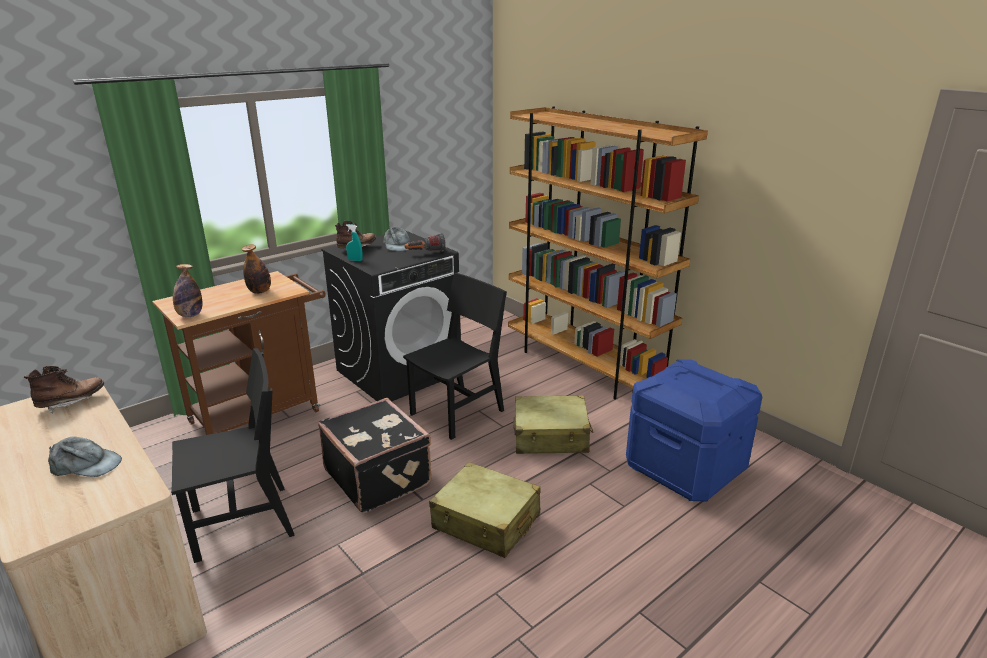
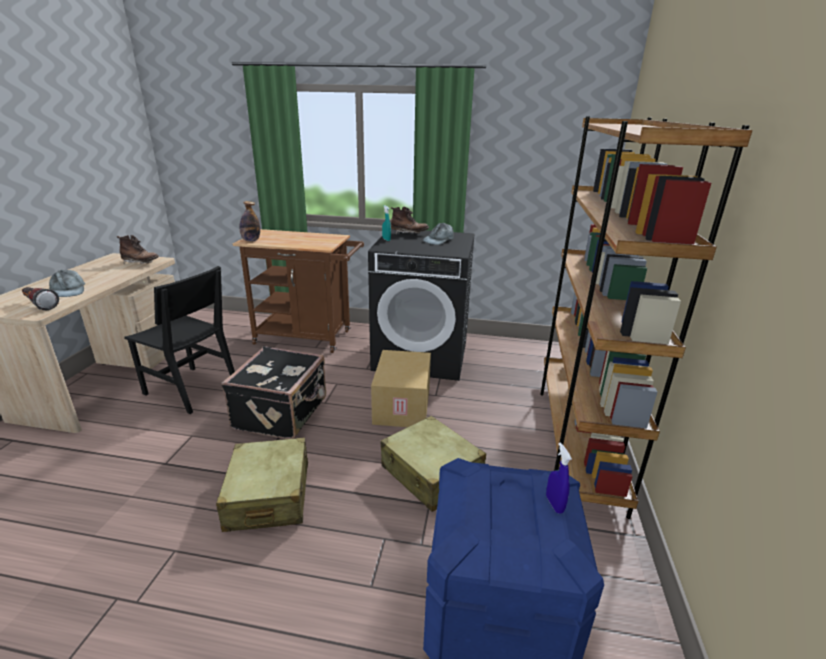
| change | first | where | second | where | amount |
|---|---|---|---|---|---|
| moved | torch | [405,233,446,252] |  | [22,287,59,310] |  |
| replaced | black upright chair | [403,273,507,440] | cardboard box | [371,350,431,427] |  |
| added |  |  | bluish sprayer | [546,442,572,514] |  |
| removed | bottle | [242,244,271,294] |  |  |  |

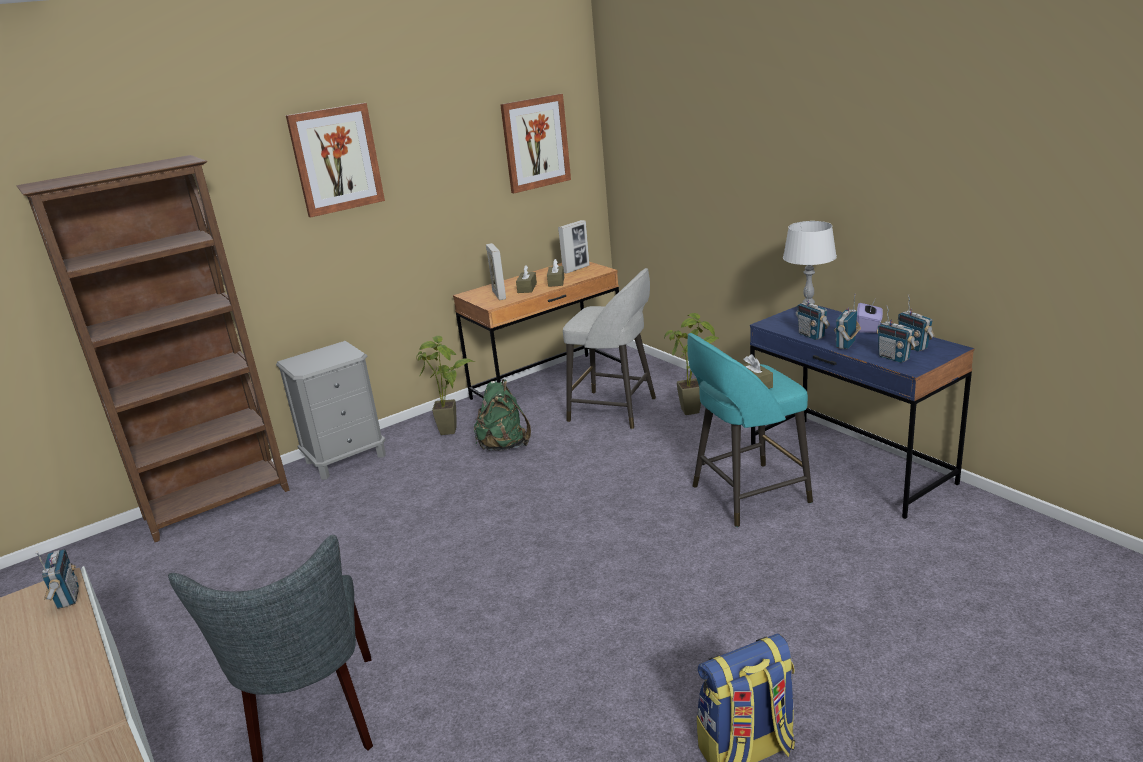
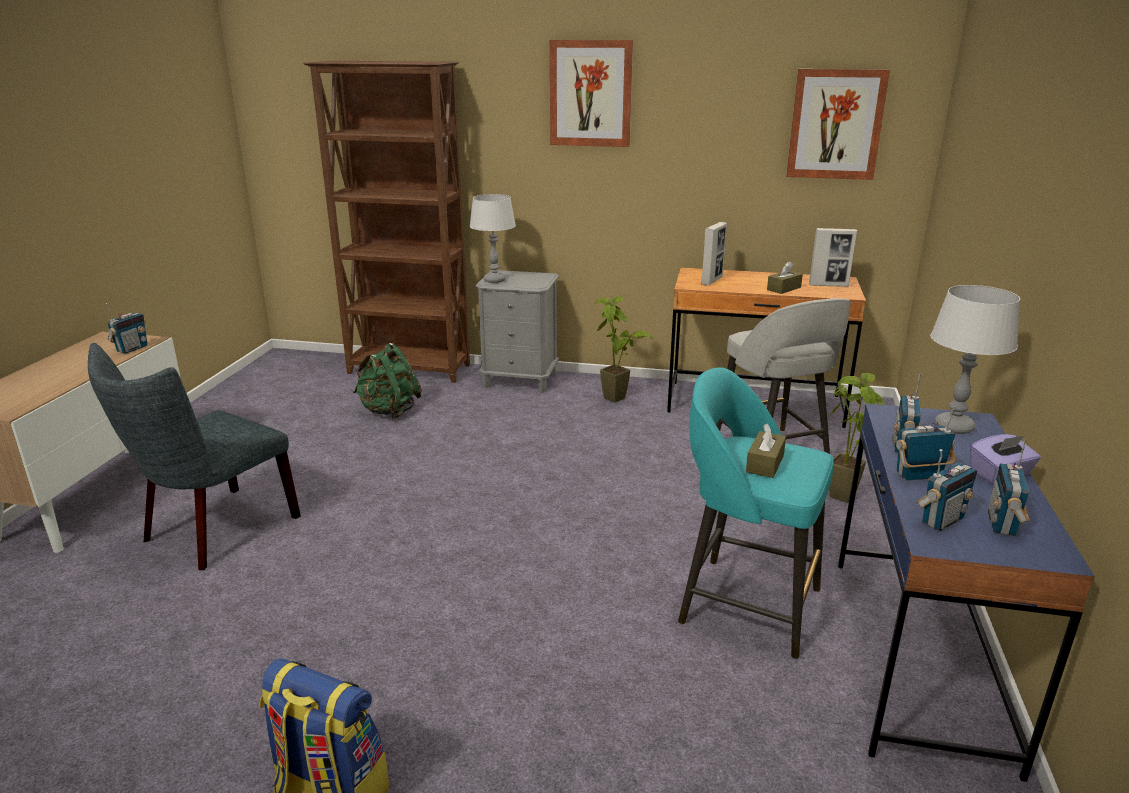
| change | first | where | second | where | amount |
|---|---|---|---|---|---|
| moved | green backpack | [474,379,531,451] |  | [353,343,422,419] |  |
| added |  |  | gray table lamp | [469,194,516,283] |  |
| turned | radio set | [877,305,916,363] |  | [917,449,977,531] | 135 degrees counterclockwise |
| removed | brown-coloured tissue holder | [516,265,537,293] |  |  |  |

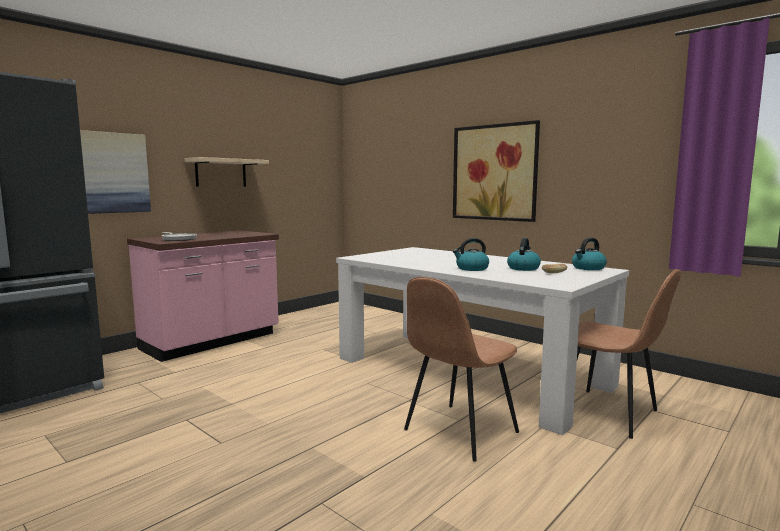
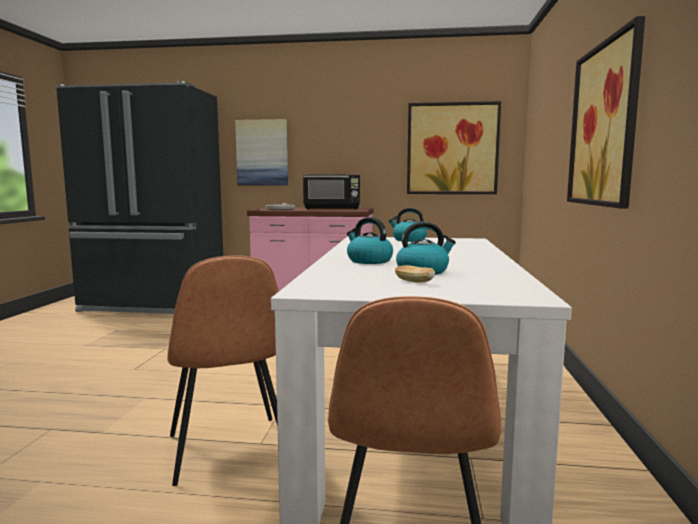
| change | first | where | second | where | amount |
|---|---|---|---|---|---|
| turned | brown-coloured upright chair | [404,277,519,462] |  | [167,256,279,486] | 120 degrees counterclockwise |
| added |  |  | black microwave | [303,174,360,209] |  |
| moved | tea kettle | [572,238,607,270] |  | [389,208,427,242] |  |
| added |  |  | wall picture | [407,101,501,194] |  |
| removed | beige-coloured shelf | [185,157,269,187] |  |  |  |

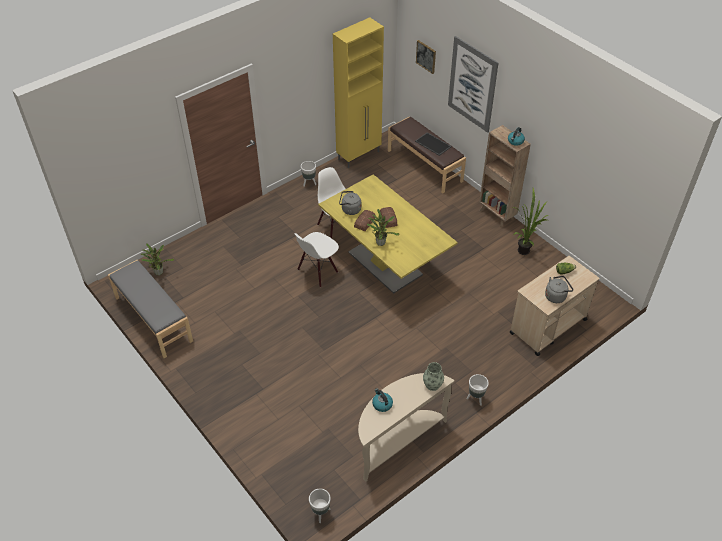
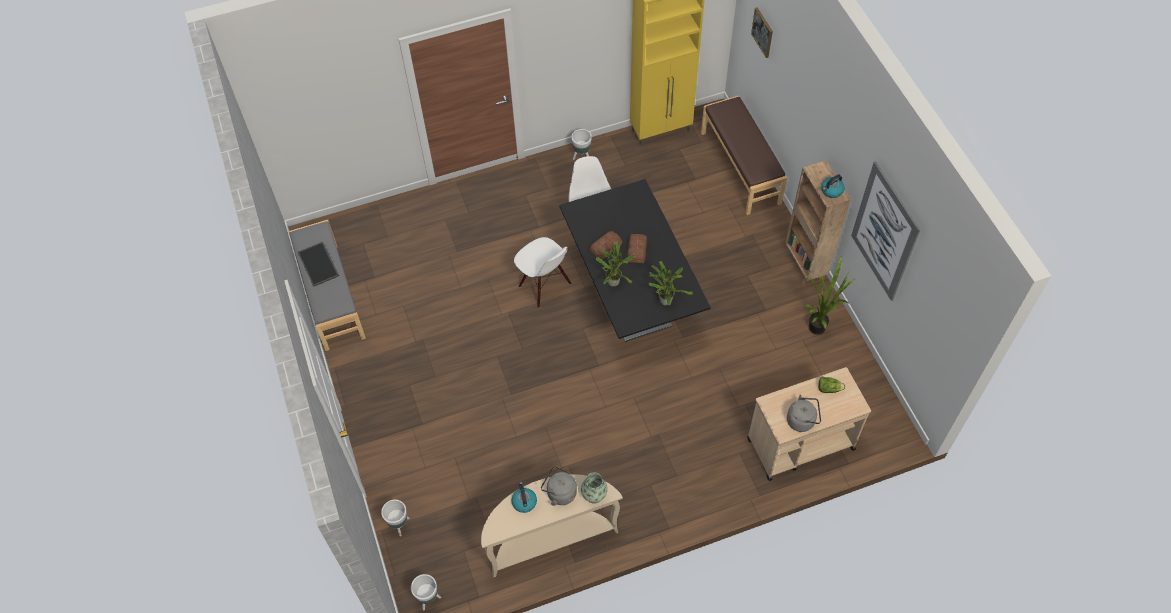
| change | first | where | second | where | amount |
|---|---|---|---|---|---|
| moved | carrying tray | [415,132,452,156] |  | [298,242,339,287] |  |
| moved | white plant pot | [466,374,489,406] |  | [381,499,409,536] |  |
| turned | white upright chair | [294,232,339,287] |  | [514,237,571,308] | 105 degrees counterclockwise |
| moved | gray tea kettle | [339,191,361,215] |  | [541,466,577,506] |  |
| recoloured | yellow-coloured kitchen table | [318,174,458,294] | black kitchen table | [559,179,711,342] |  |
| moved | houseplant | [141,243,174,275] |  | [649,261,693,305] |  |
| moved | wall picture | [448,36,498,133] |  | [851,161,920,301] |  |

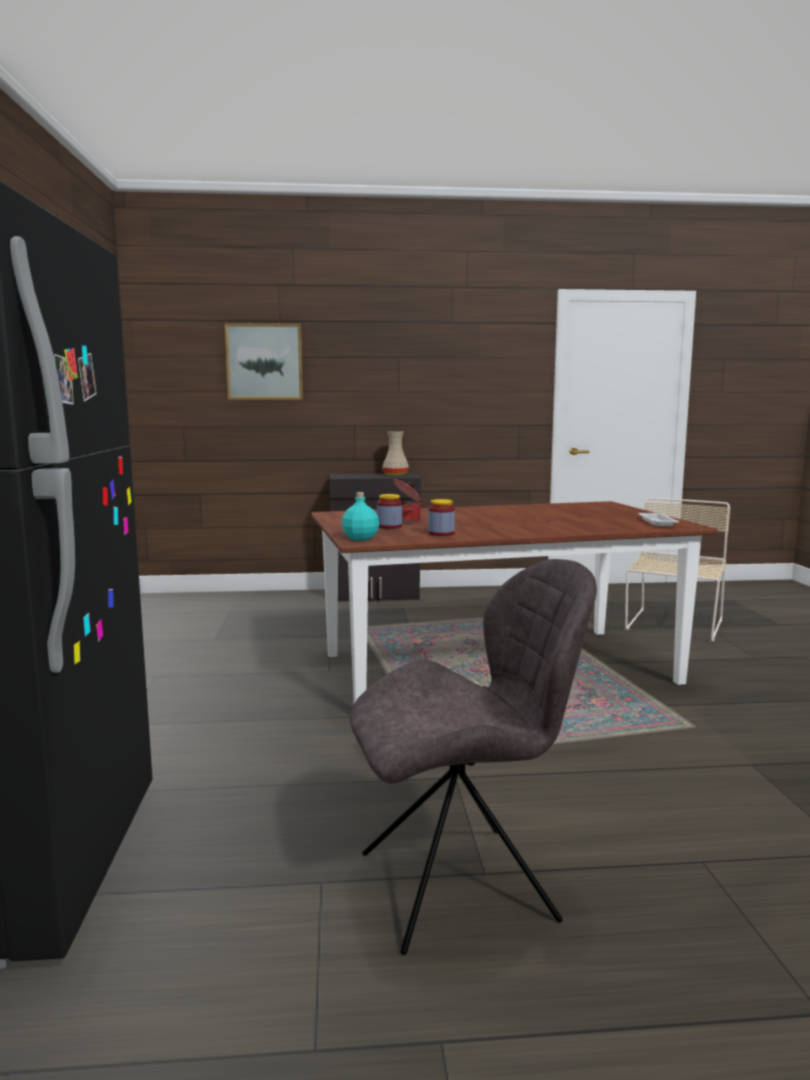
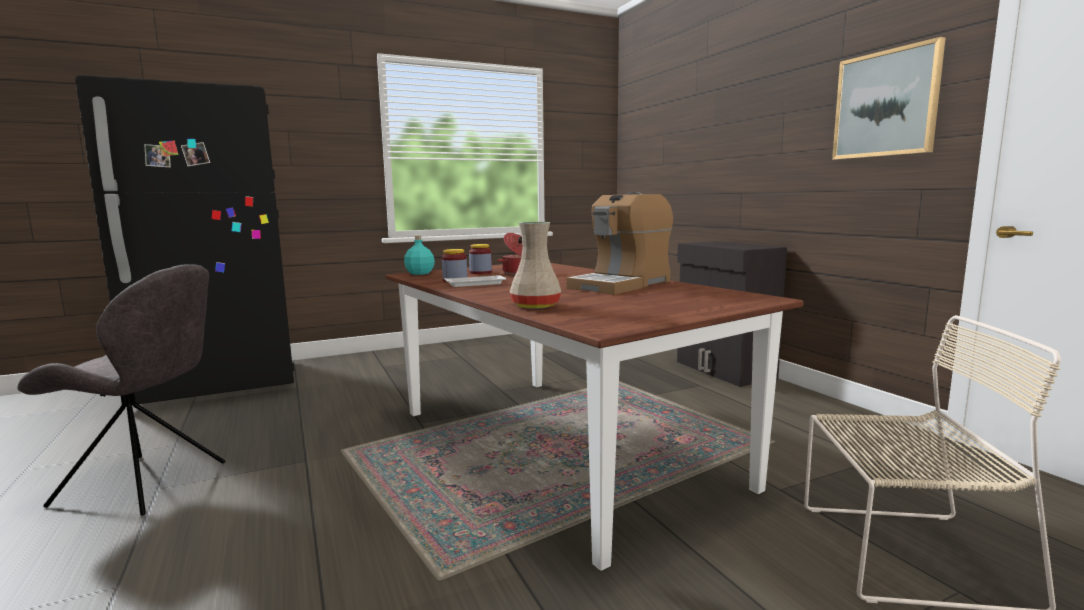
| change | first | where | second | where | amount |
|---|---|---|---|---|---|
| turned | gray upright chair | [350,559,597,955] |  | [17,264,225,516] | 45 degrees counterclockwise |
| moved | white carrying tray | [638,513,679,526] |  | [444,276,506,287] |  |
| moved | beige-coloured decorative vase | [382,431,409,476] |  | [510,222,561,309] |  |
| added |  |  | coffee maker | [566,192,673,295] |  |
| moved | wall picture | [225,323,303,400] |  | [832,37,946,160] |  |

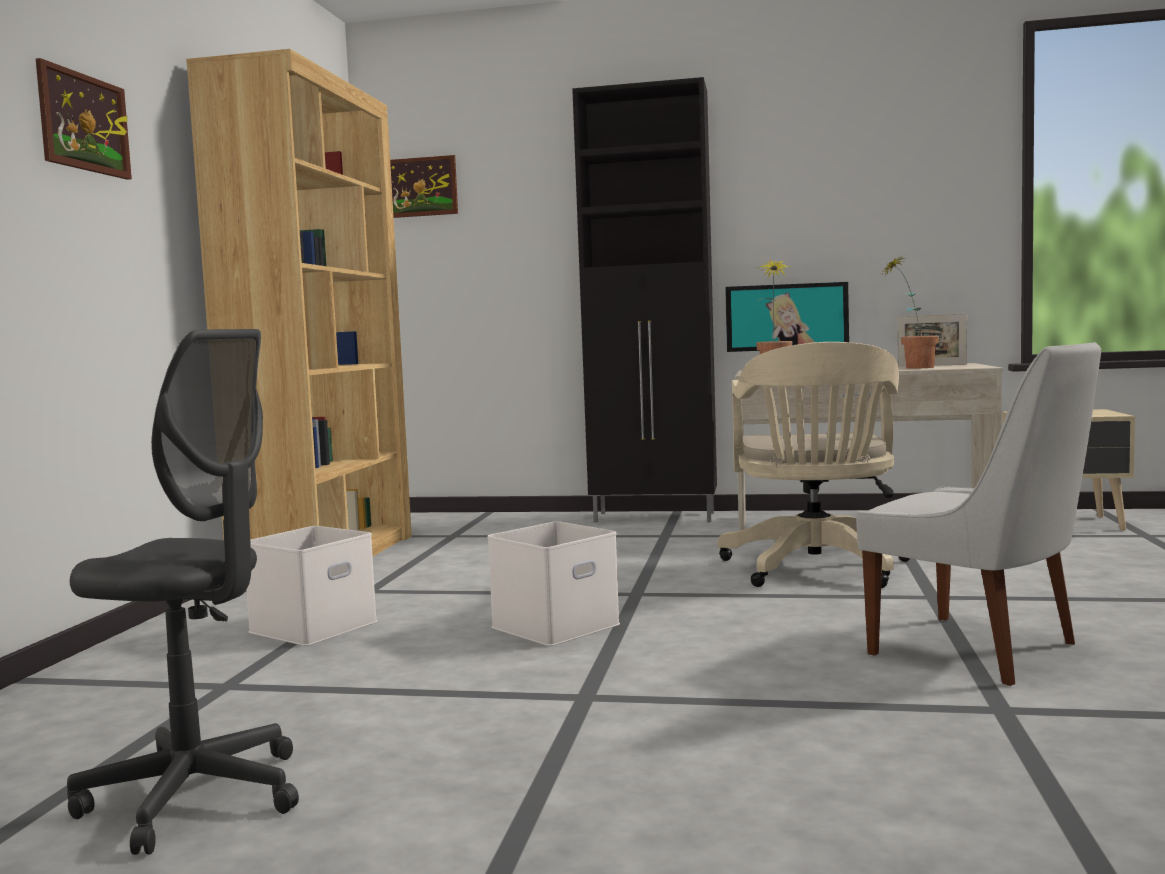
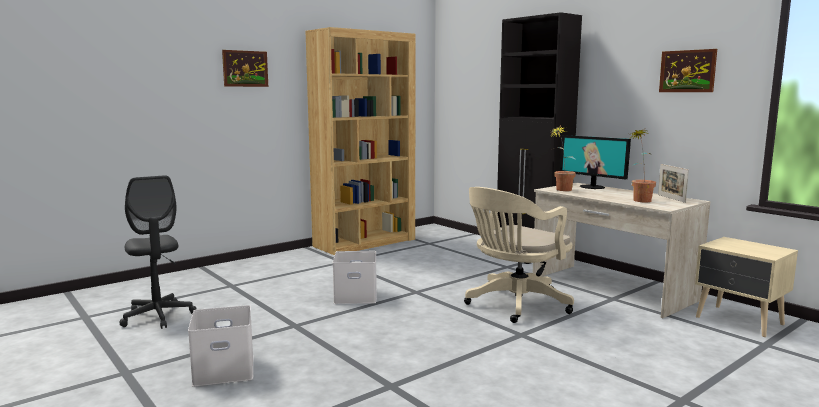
| change | first | where | second | where | amount |
|---|---|---|---|---|---|
| moved | white storage box | [246,526,377,646] |  | [188,305,253,387] |  |
| moved | wall picture | [390,155,458,218] |  | [659,49,717,92] |  |
| removed | white upright chair | [856,342,1101,686] |  |  |  |

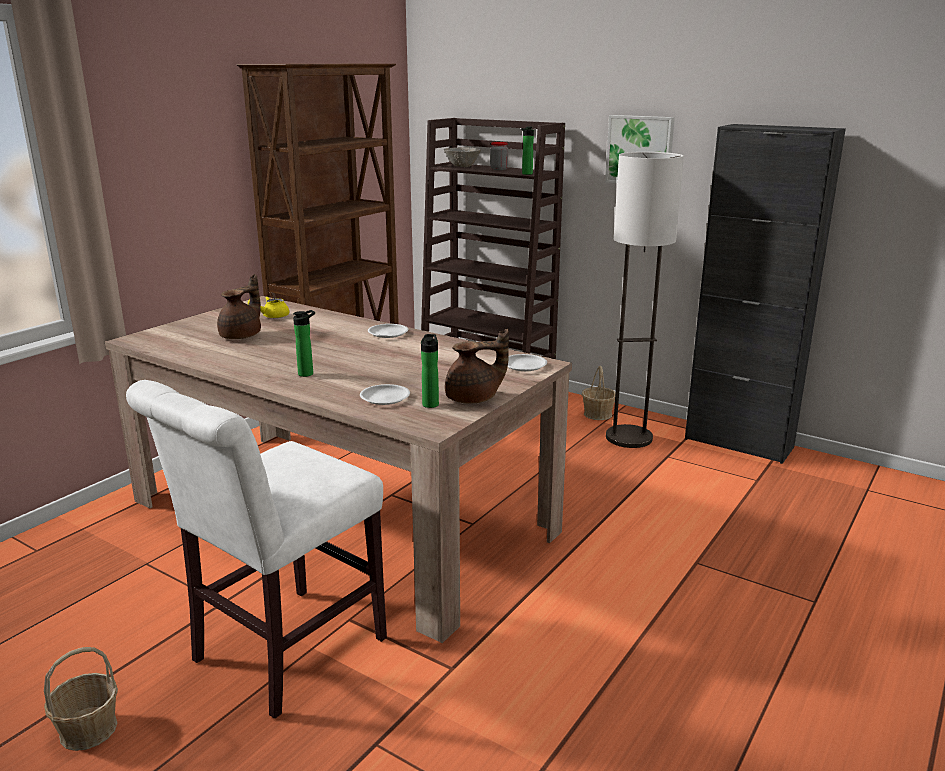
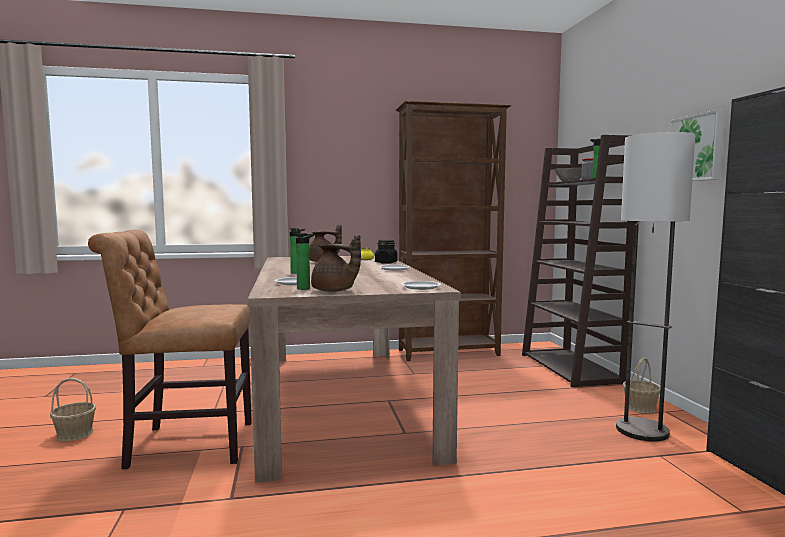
| change | first | where | second | where | amount |
|---|---|---|---|---|---|
| recoloured | white upright chair | [126,380,387,719] | brown-coloured upright chair | [88,230,252,470] |  |
| added |  |  | black preserve jar | [375,240,398,264] |  |

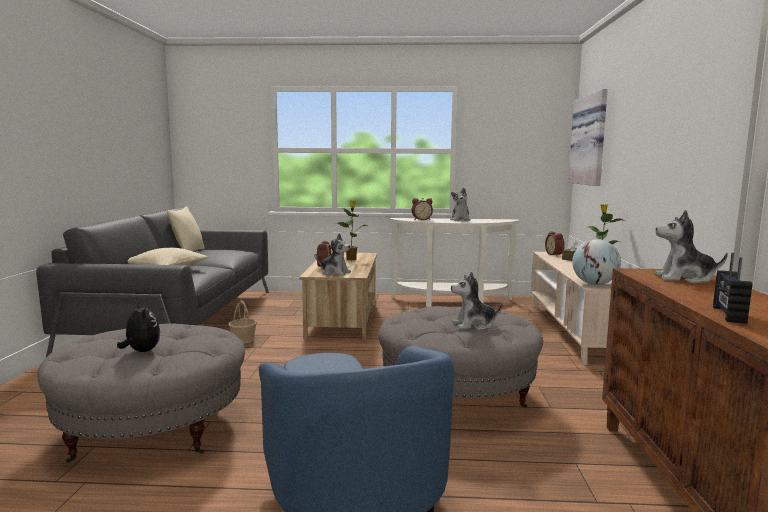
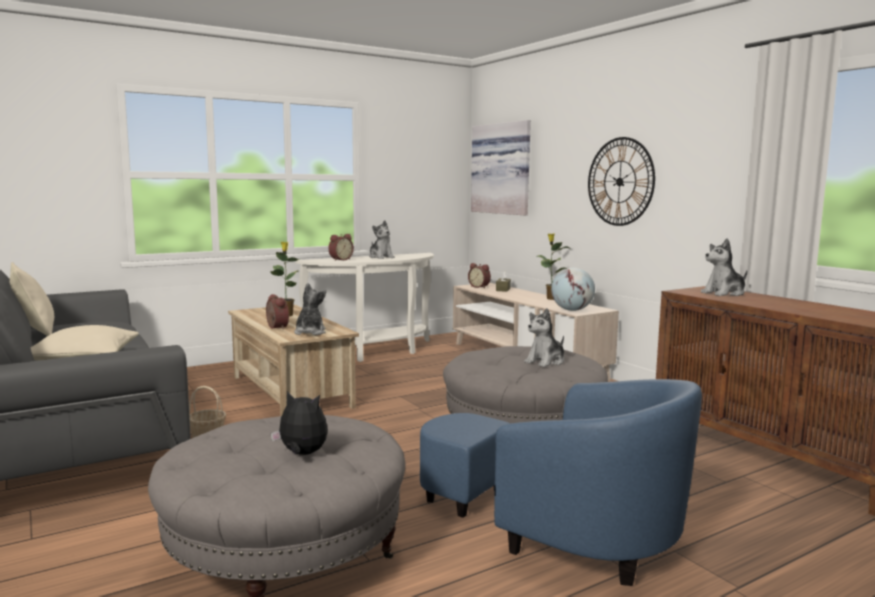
| change | first | where | second | where | amount |
|---|---|---|---|---|---|
| turned | soft toy | [317,233,351,276] |  | [294,283,326,335] | 75 degrees counterclockwise |
| added |  |  | hanging clock | [588,137,655,226] |  |
| removed | radio set | [713,253,752,324] |  |  |  |

